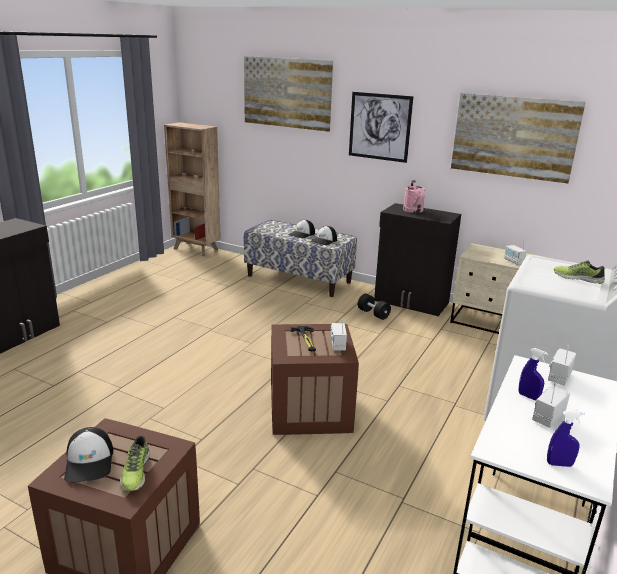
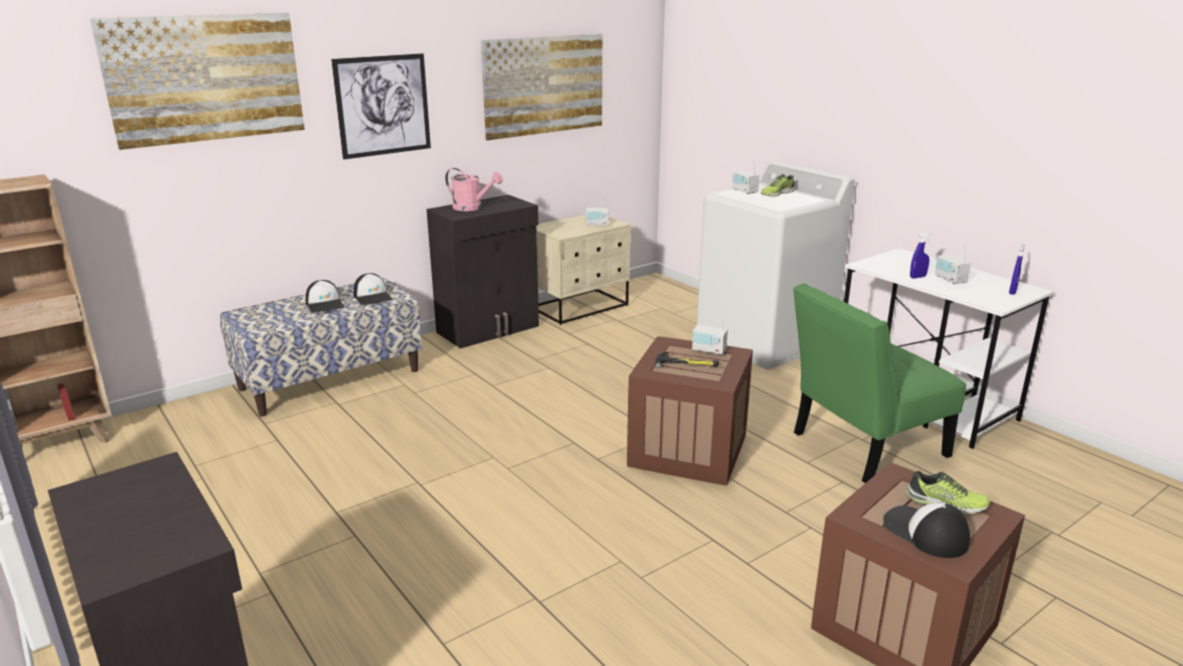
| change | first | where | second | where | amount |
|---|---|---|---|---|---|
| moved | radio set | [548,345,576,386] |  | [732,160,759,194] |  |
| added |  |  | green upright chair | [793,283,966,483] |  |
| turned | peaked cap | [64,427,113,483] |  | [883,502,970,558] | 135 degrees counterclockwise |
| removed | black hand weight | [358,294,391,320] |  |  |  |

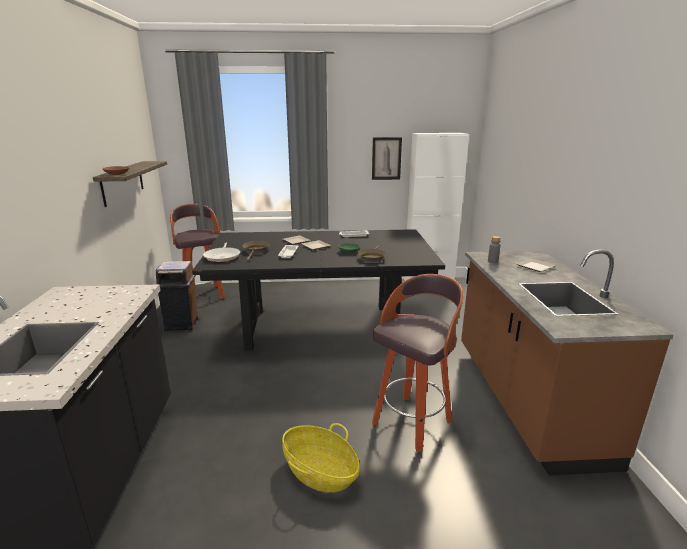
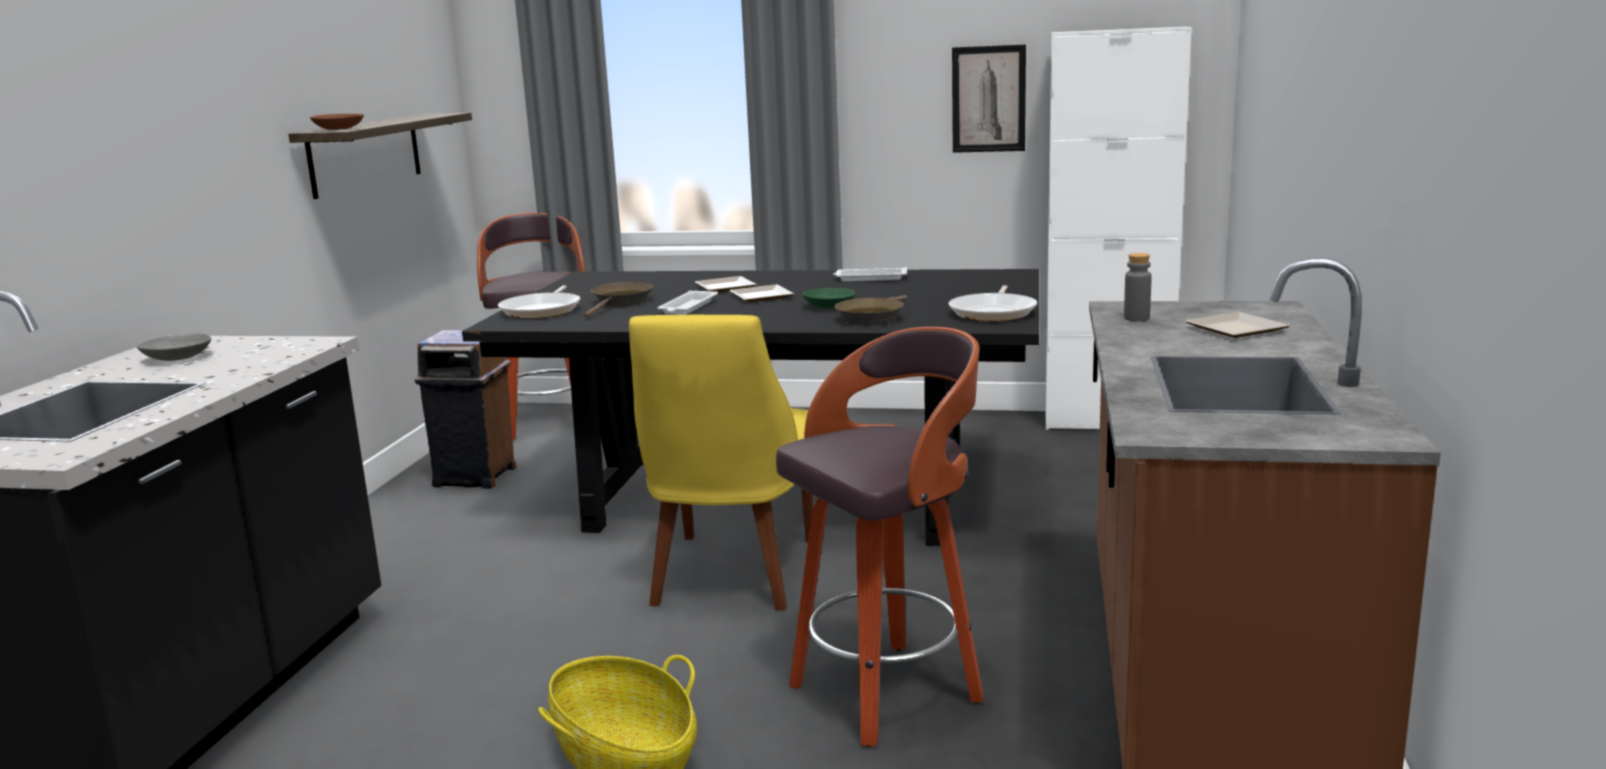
| change | first | where | second | where | amount |
|---|---|---|---|---|---|
| added |  |  | gray bowl | [137,334,211,361] |  |
| added |  |  | yellow-coloured upright chair | [629,315,814,611] |  |
| added |  |  | frying pan | [948,285,1037,321] |  |

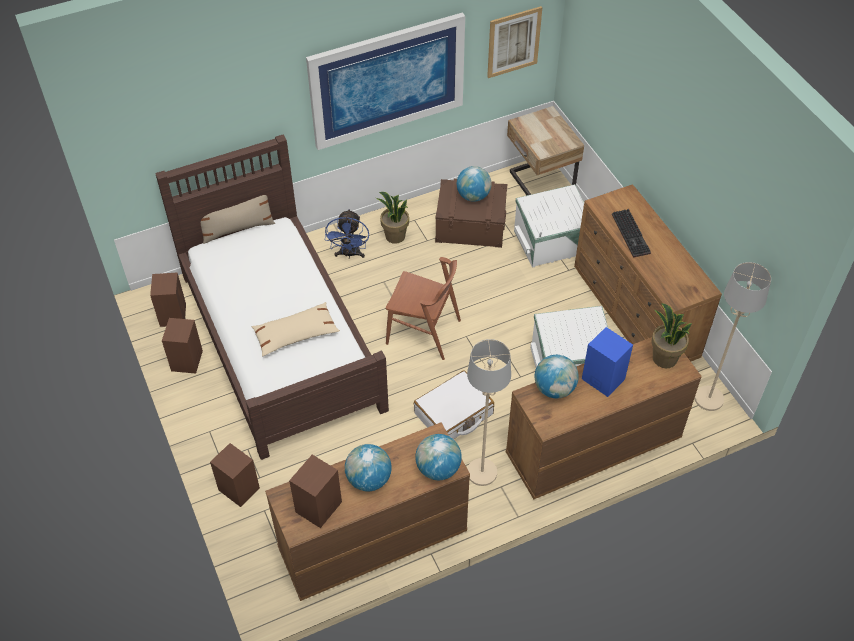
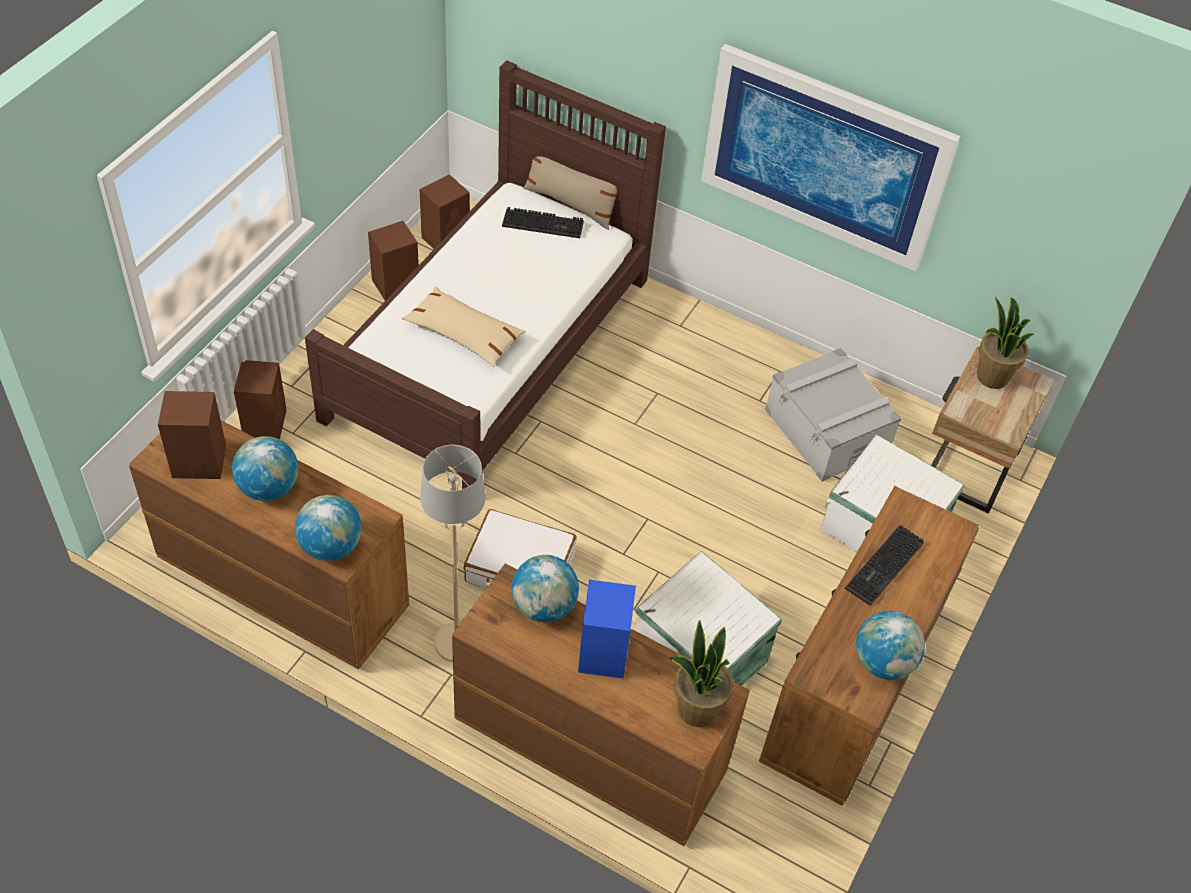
| change | first | where | second | where | amount |
|---|---|---|---|---|---|
| added |  |  | computer keyboard | [502,207,584,238] |  |
| recoloured | brown-coloured storage box | [435,179,507,248] | gray storage box | [765,348,902,482] |  |
| moved | desk globe | [457,166,492,202] |  | [856,611,925,680] |  |
| moved | houseplant | [376,192,409,244] |  | [977,296,1034,389] |  |
| removed | bluish fan | [325,209,369,259] |  |  |  |
| removed | brown-coloured upright chair | [386,257,461,360] |  |  |  |
| removed | wall picture | [487,6,542,78] |  |  |  |
| removed | beige-coloured standard lamp | [695,262,771,411] |  |  |  |

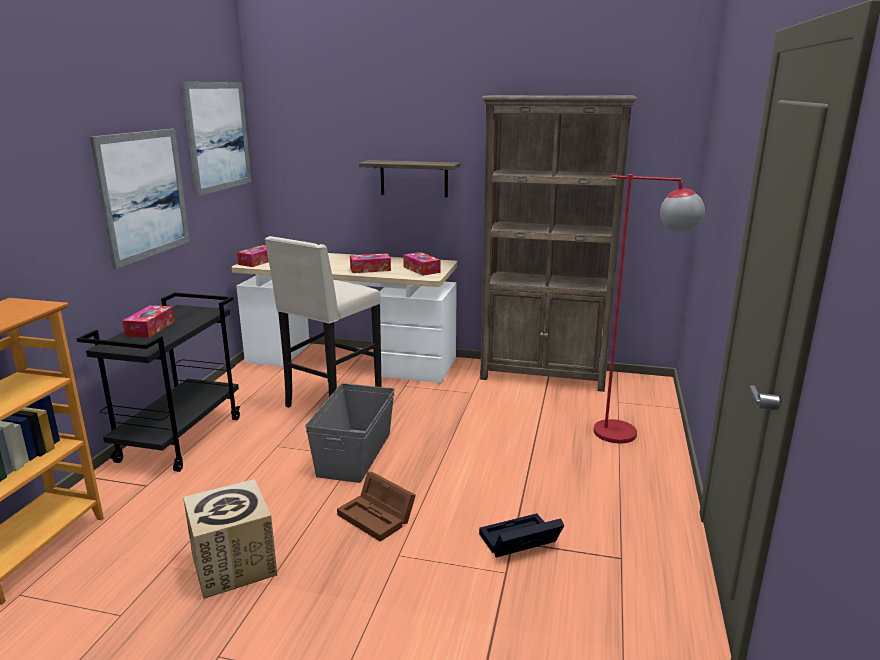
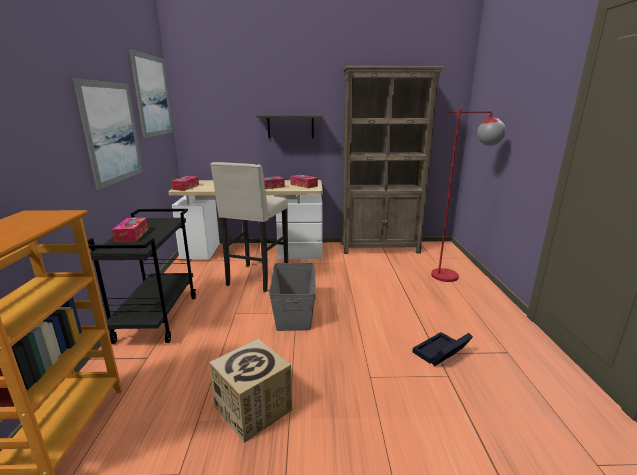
| change | first | where | second | where | amount |
|---|---|---|---|---|---|
| removed | brown-coloured storage box | [337,472,416,542] |  |  |  |

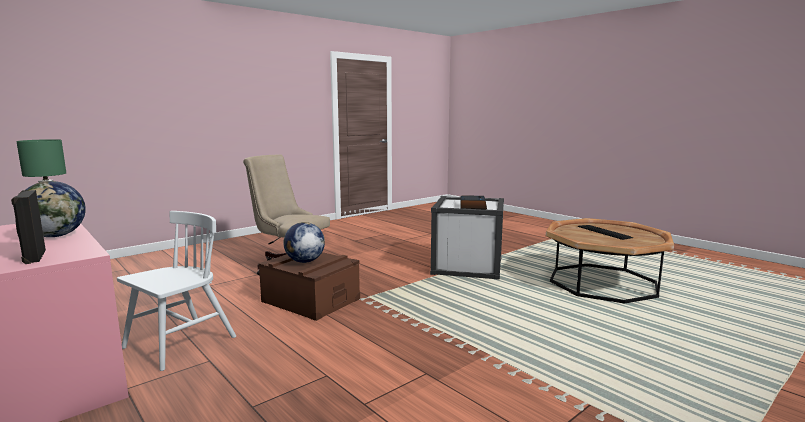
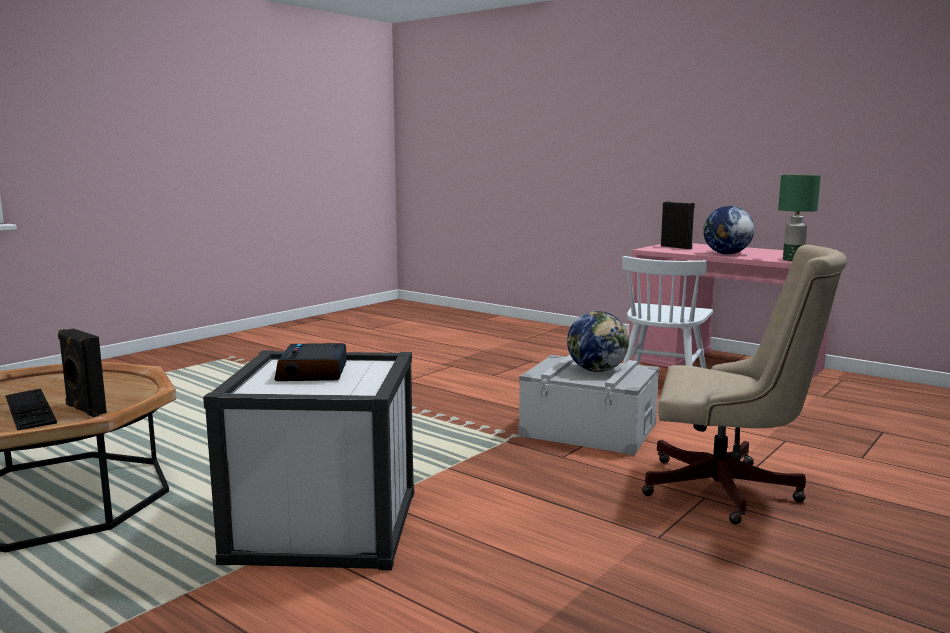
| change | first | where | second | where | amount |
|---|---|---|---|---|---|
| added |  |  | black speaker | [58,328,107,417] |  |
| recoloured | brown-coloured storage box | [258,252,360,321] | gray storage box | [518,355,659,455] |  |

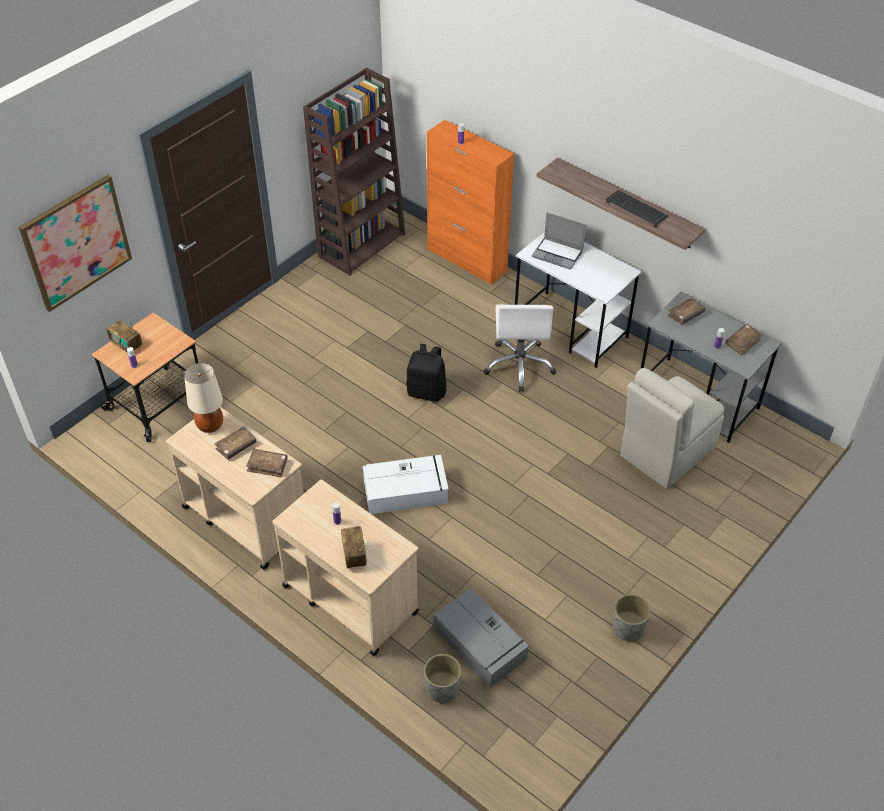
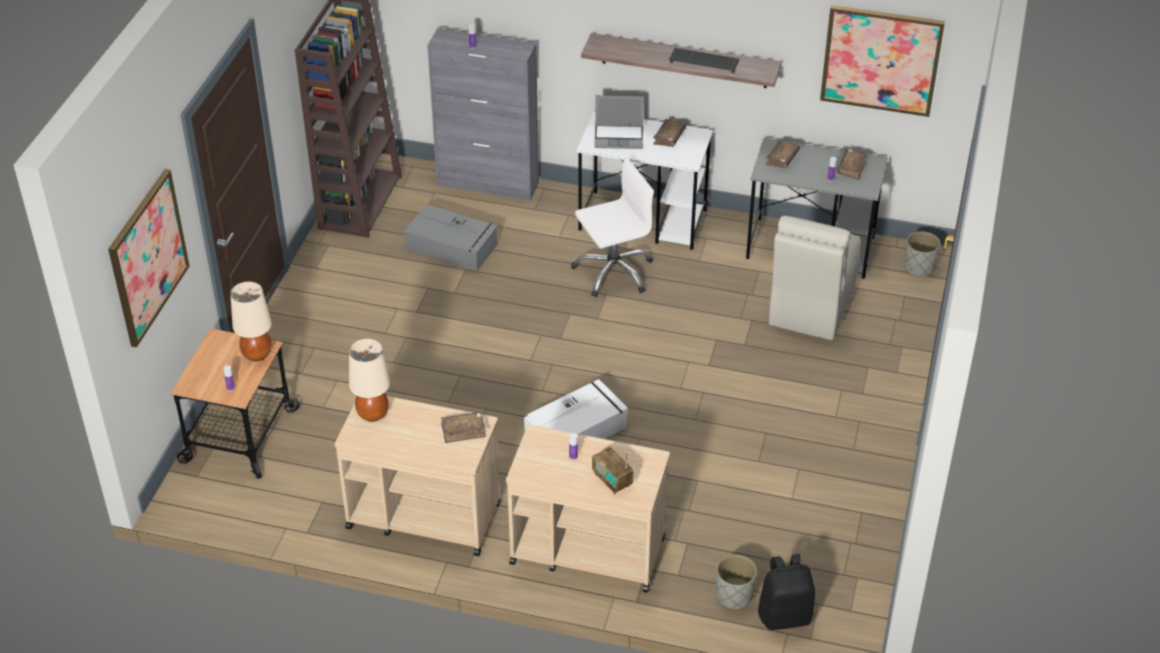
| change | first | where | second | where | amount |
|---|---|---|---|---|---|
| added |  |  | beige-coloured table lamp | [230,282,272,361] |  |
| moved | gray storage box | [433,589,529,688] |  | [404,205,498,271] |  |
| recoloured | orange-coloured cupboard | [427,120,514,284] | gray cupboard | [427,28,539,201] |  |
| turned | white computer chair | [484,304,556,392] |  | [571,157,654,297] | 90 degrees counterclockwise |
| moved | brown-coloured book | [214,426,257,460] |  | [653,119,686,147] |  |
| moved | black backpack | [406,344,446,402] |  | [758,554,815,630] |  |
| added |  |  | wall picture | [820,5,945,117] |  |
| moved | gray plant pot | [613,594,651,642] |  | [904,231,940,277] |  |
| removed | radio set | [107,320,142,352] |  |  |  |

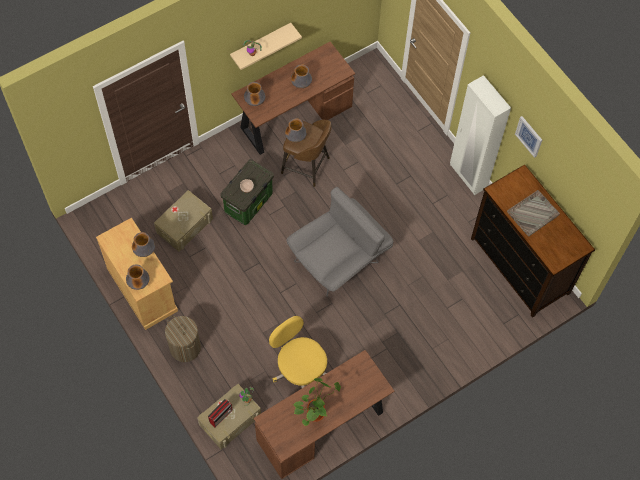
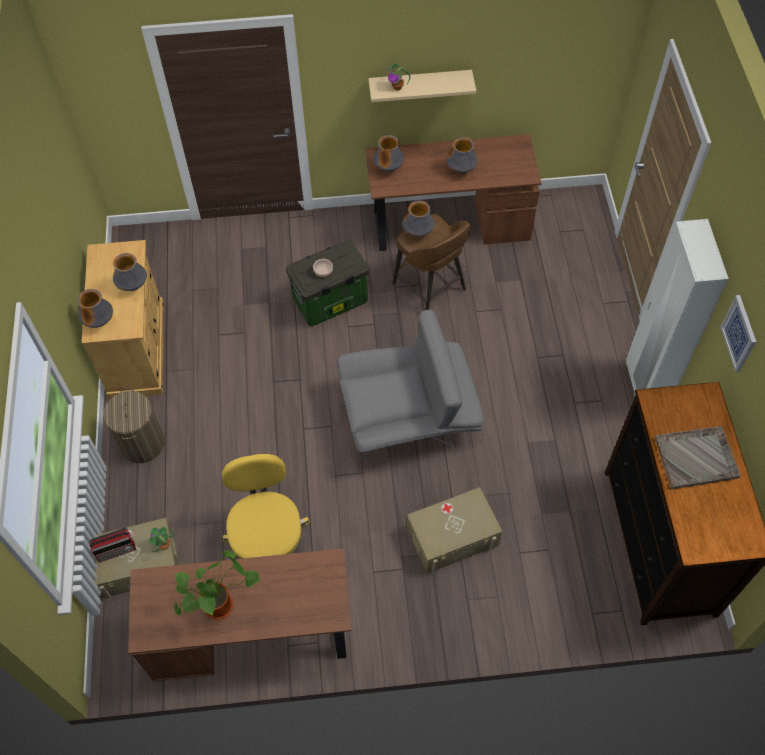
| change | first | where | second | where | amount |
|---|---|---|---|---|---|
| moved | beige-coloured storage box | [154,190,213,251] |  | [407,487,502,573] |  |

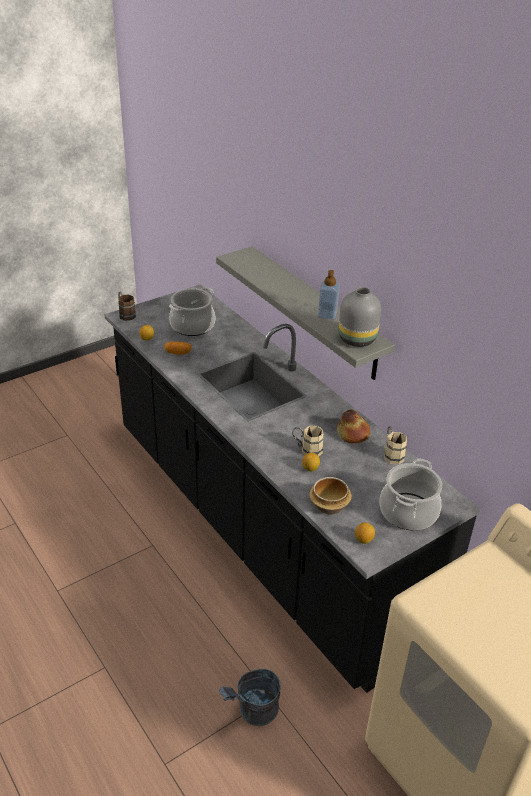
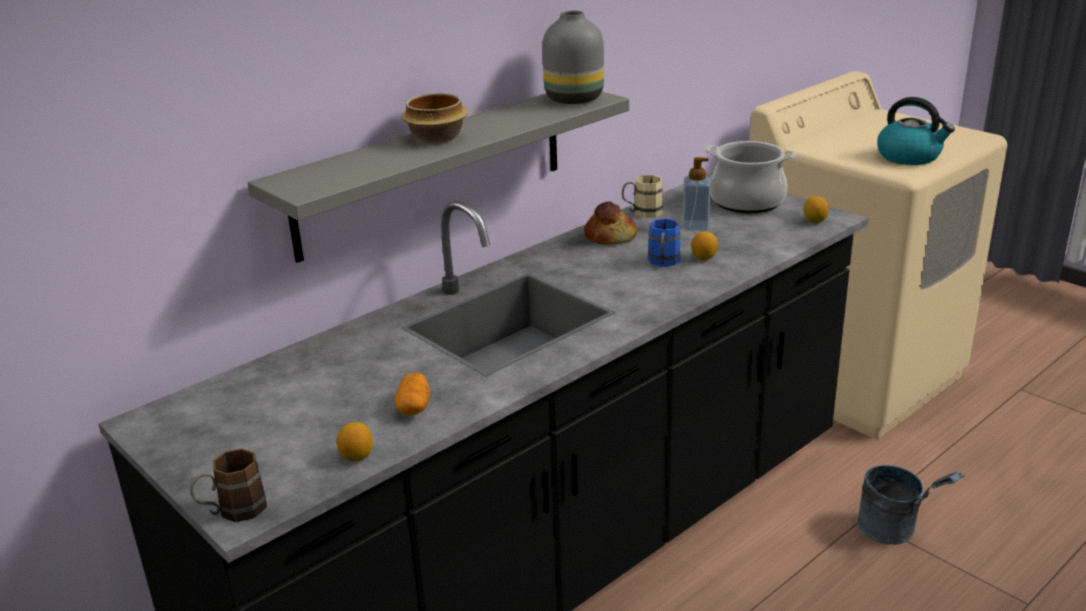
| change | first | where | second | where | amount |
|---|---|---|---|---|---|
| moved | bowl | [309,477,352,514] |  | [402,93,468,144] |  |
| recoloured | beige-coloured mug | [292,426,324,456] | bluish mug | [648,219,681,267] |  |
| moved | liquid soap bottle | [318,270,340,320] |  | [683,157,710,231] |  |
| added |  |  | tea kettle | [877,97,955,165] |  |
| removed | saucepot | [169,287,215,336] |  |  |  |

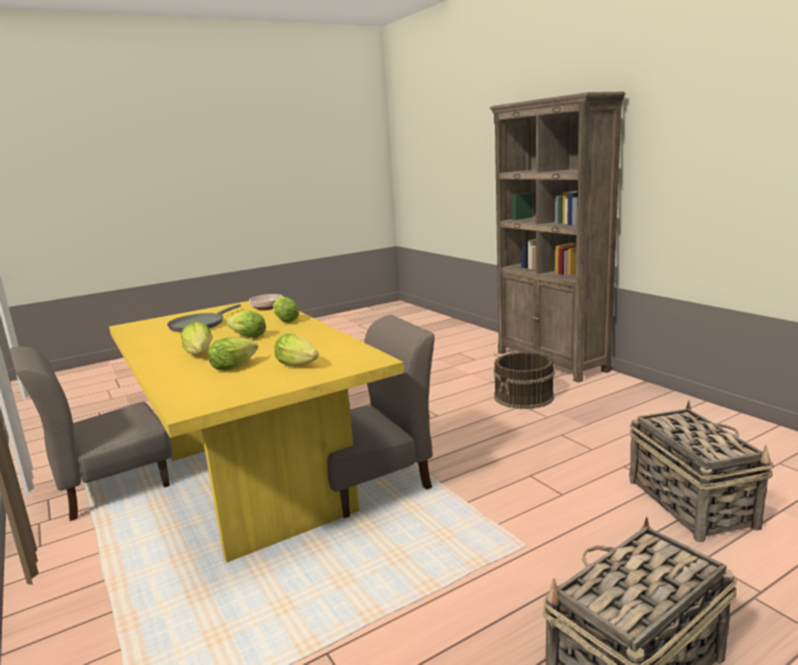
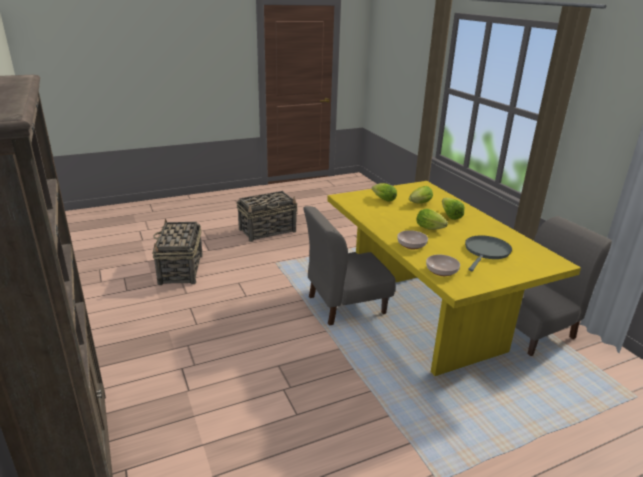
| change | first | where | second | where | amount |
|---|---|---|---|---|---|
| replaced | lettuce | [273,296,299,323] | bowl | [397,230,428,249] |  |
| removed | brown-coloured bucket | [493,352,555,409] |  |  |  |

